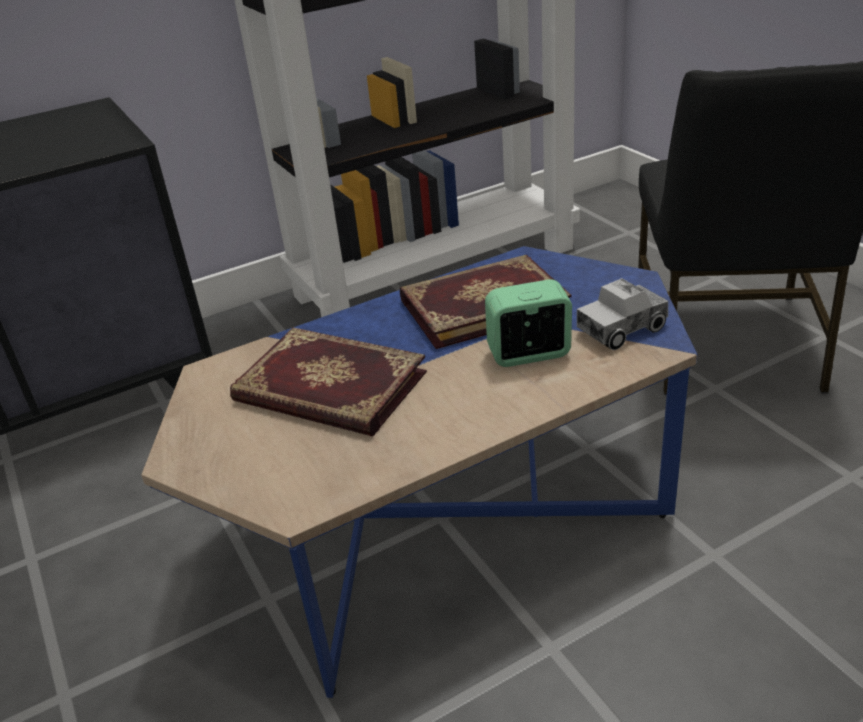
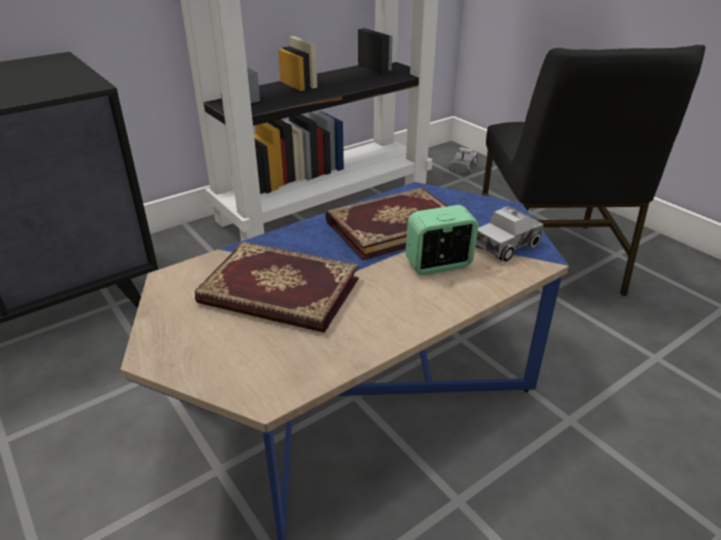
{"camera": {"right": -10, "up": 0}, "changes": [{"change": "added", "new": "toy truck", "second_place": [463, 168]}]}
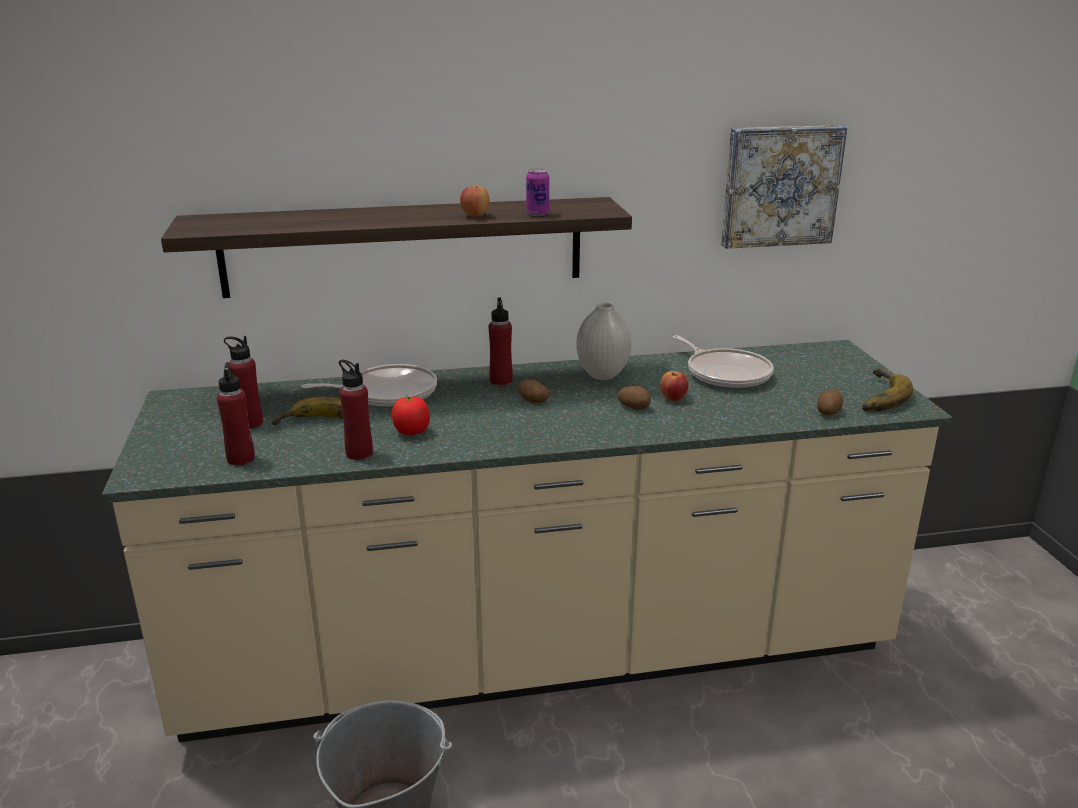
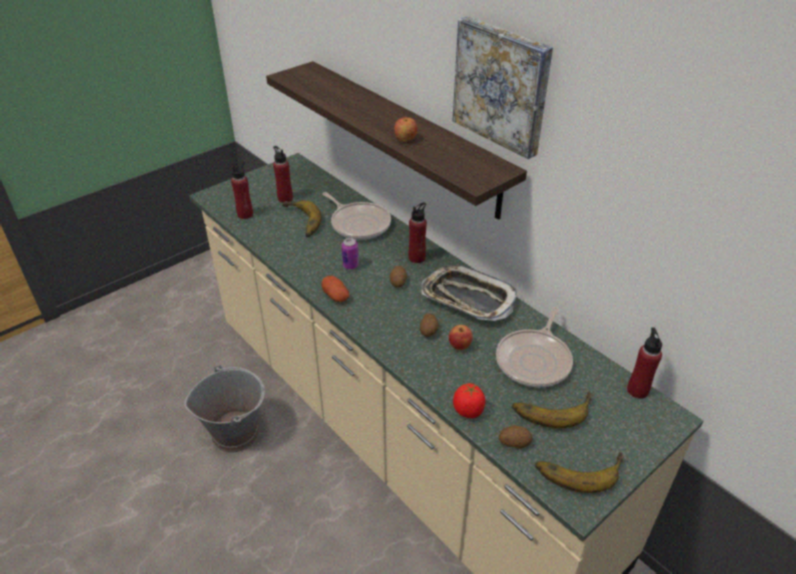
{"camera": {"right": 60, "up": 15}, "changes": [{"change": "moved", "old": "red-coloured bottle", "first_place": [359, 453], "second_place": [637, 390]}, {"change": "moved", "old": "fresh tomato", "first_place": [412, 432], "second_place": [468, 411]}, {"change": "moved", "old": "sealed can", "first_place": [537, 214], "second_place": [350, 265]}, {"change": "replaced", "old": "white-coloured flower vase", "new": "tray", "first_place": [602, 376], "second_place": [467, 298]}, {"change": "moved", "old": "picture", "first_place": [779, 185], "second_place": [502, 86]}, {"change": "added", "new": "whole potato", "second_place": [336, 296]}, {"change": "added", "new": "banana", "second_place": [551, 408]}]}
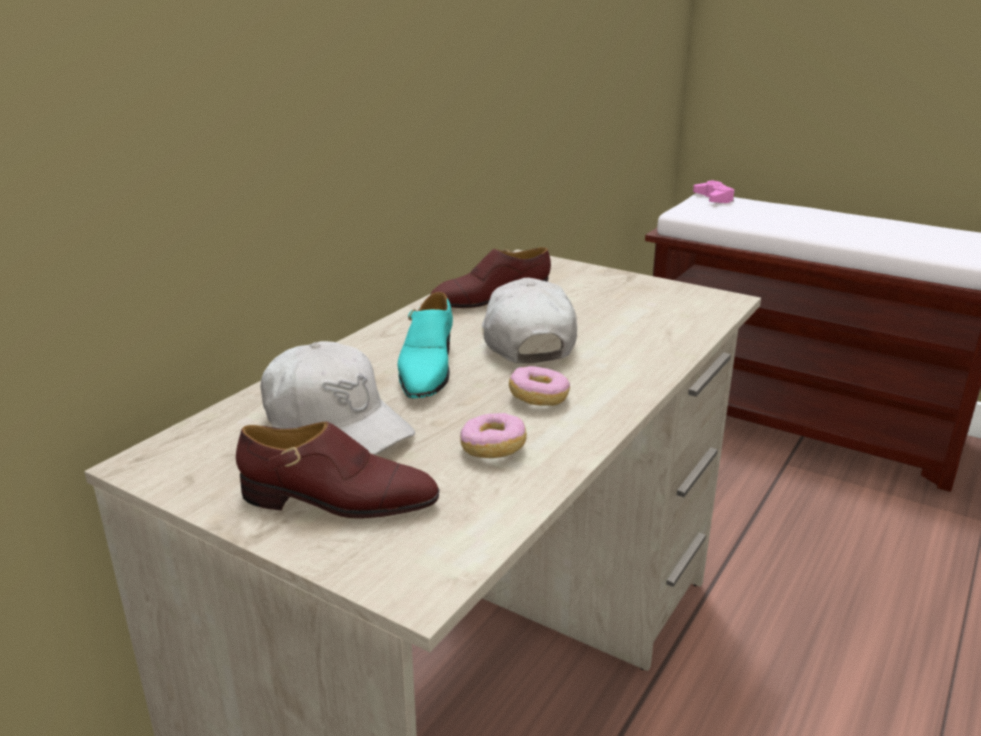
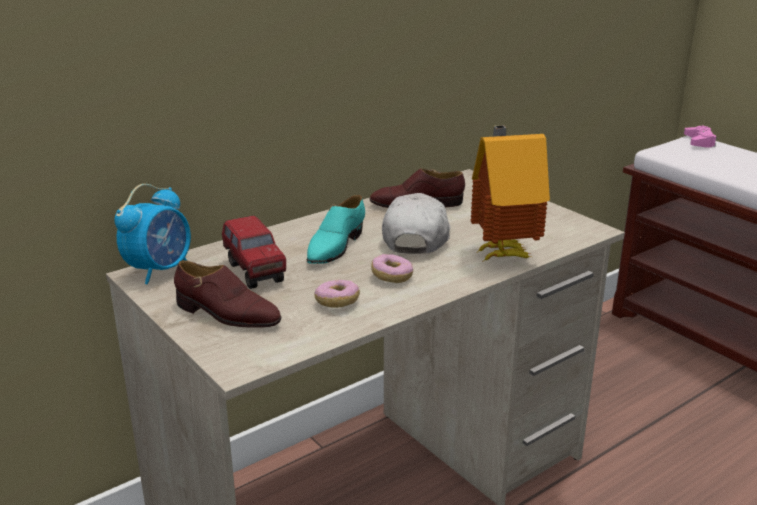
{"camera": {"right": 20, "up": 0}, "changes": [{"change": "replaced", "old": "white-coloured peaked cap", "new": "toy truck", "first_place": [336, 425], "second_place": [255, 272]}, {"change": "added", "new": "alarm clock", "second_place": [160, 270]}, {"change": "added", "new": "model house", "second_place": [502, 253]}]}
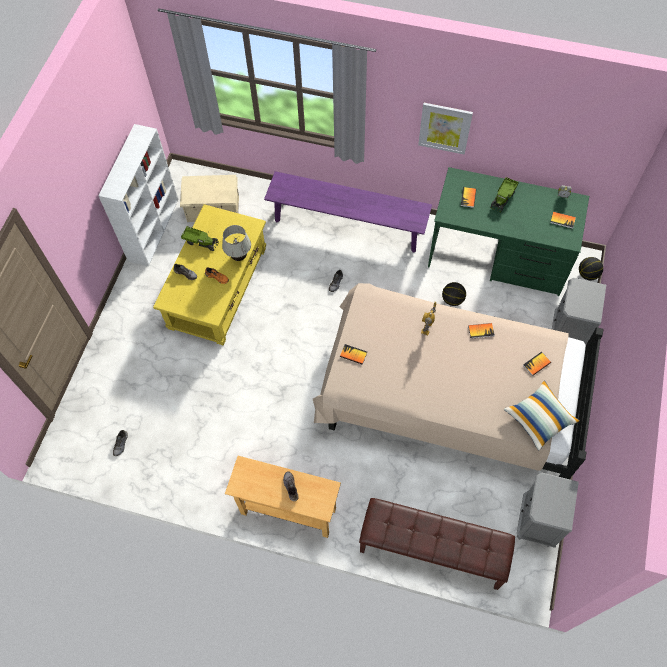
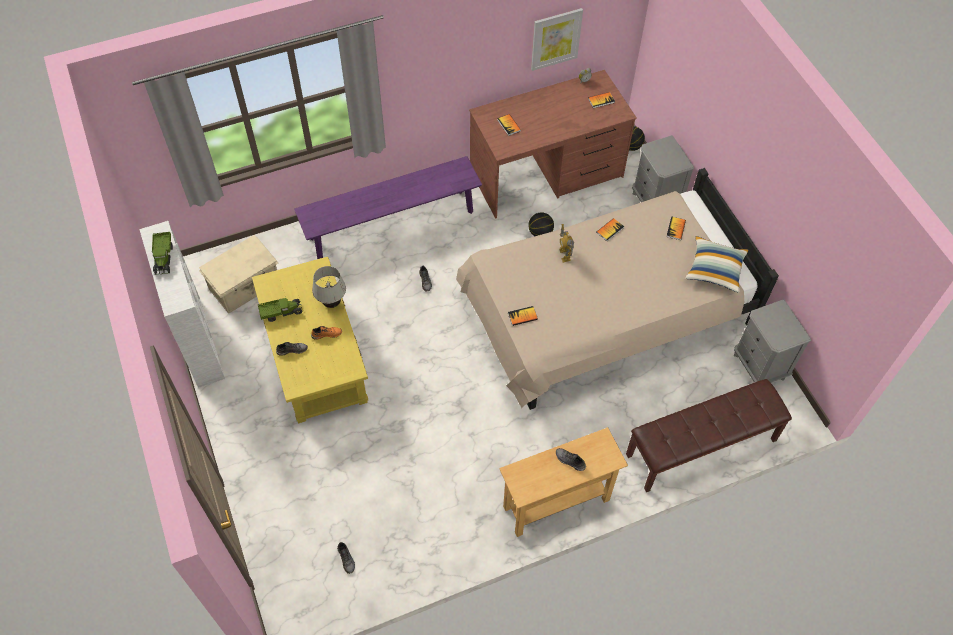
{"camera": {"right": -40, "up": -5}, "changes": [{"change": "moved", "old": "picture", "first_place": [444, 128], "second_place": [555, 39]}, {"change": "recoloured", "old": "green desk", "new": "brown-coloured desk", "first_place": [498, 256], "second_place": [547, 174]}, {"change": "moved", "old": "toy truck", "first_place": [503, 198], "second_place": [164, 257]}]}
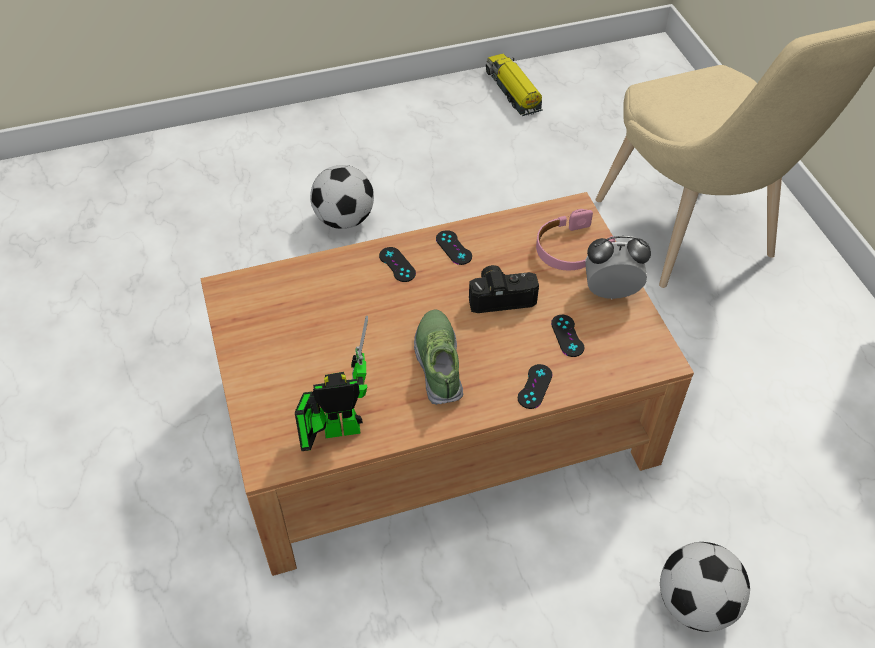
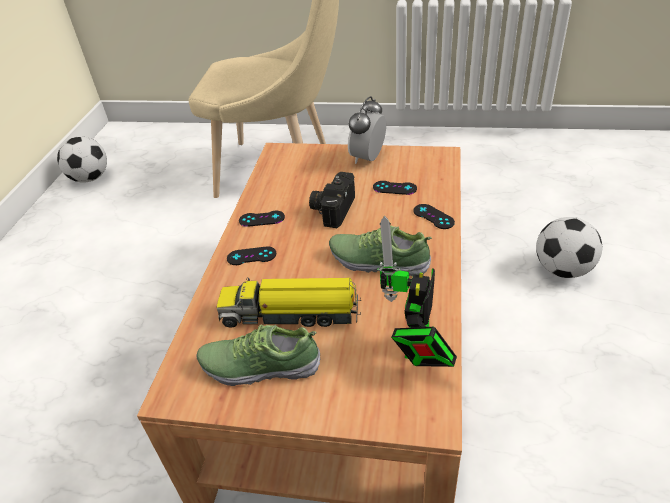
{"camera": {"right": -60, "up": -10}, "changes": [{"change": "moved", "old": "football ball", "first_place": [344, 219], "second_place": [90, 178]}, {"change": "moved", "old": "toy truck", "first_place": [513, 92], "second_place": [291, 313]}, {"change": "removed", "old": "pink-coloured headset", "first_place": [570, 249]}, {"change": "added", "new": "low shoe", "second_place": [260, 365]}]}
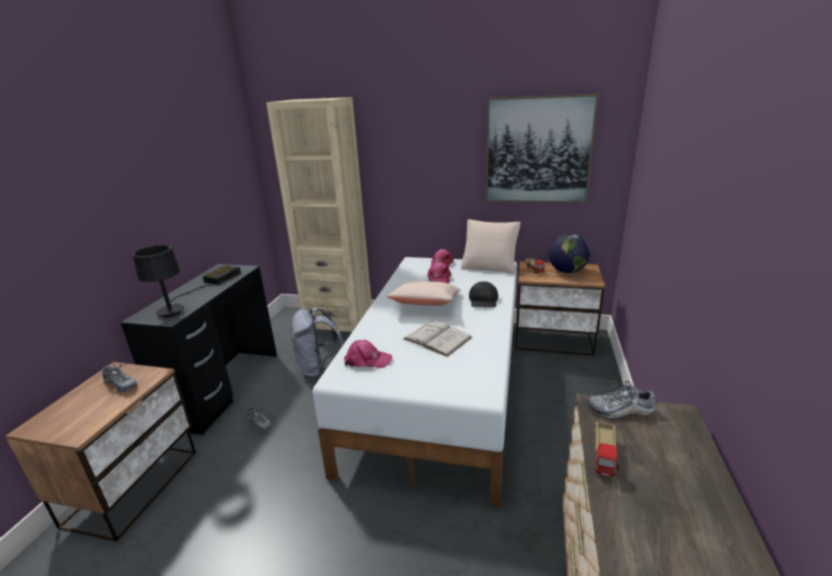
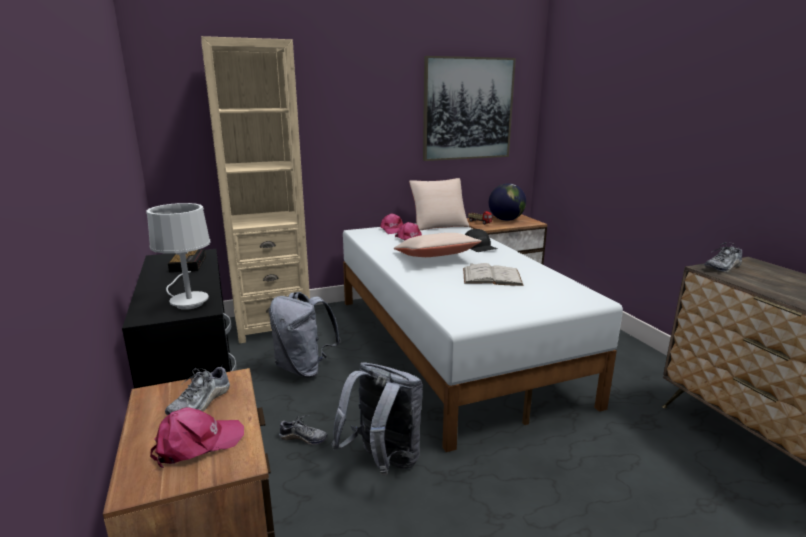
{"camera": {"right": -35, "up": -5}, "changes": [{"change": "turned", "old": "low shoe", "first_place": [121, 385], "second_place": [201, 402], "degrees": 120}, {"change": "recoloured", "old": "black lamp for a table", "new": "white-coloured lamp for a table", "first_place": [174, 310], "second_place": [186, 301]}, {"change": "moved", "old": "pink-coloured peaked cap", "first_place": [367, 360], "second_place": [197, 443]}, {"change": "removed", "old": "toy truck", "first_place": [604, 456]}, {"change": "added", "new": "grey backpack", "second_place": [383, 462]}]}
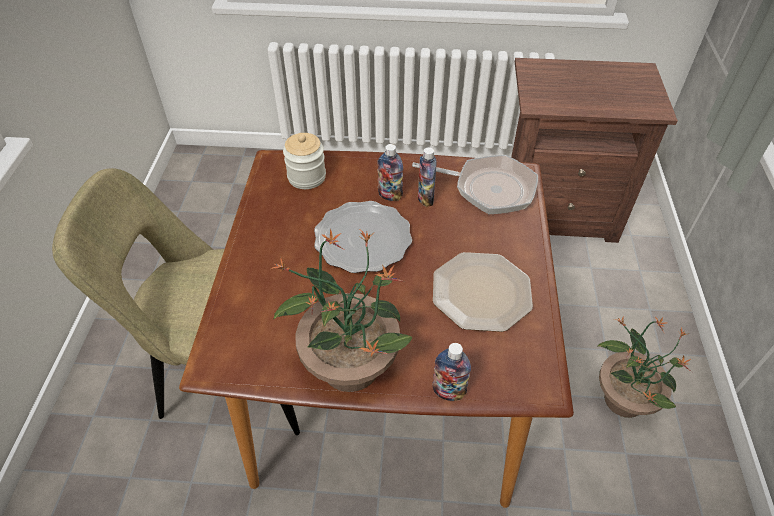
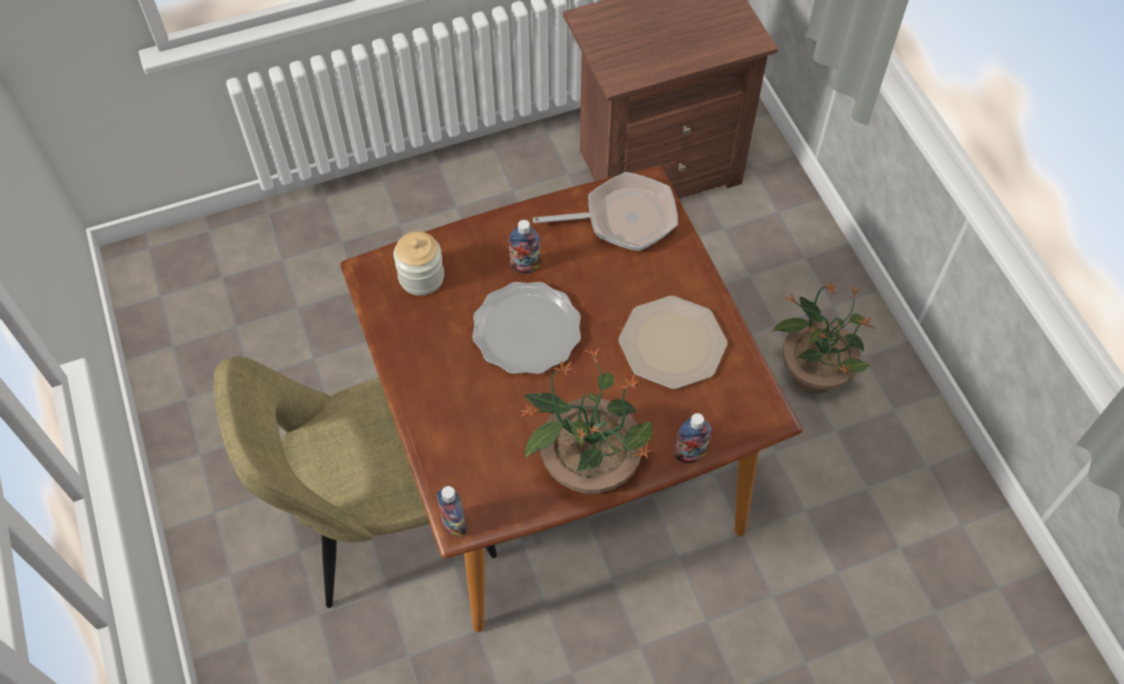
{"camera": {"right": -25, "up": 10}, "changes": [{"change": "moved", "old": "bottle", "first_place": [425, 199], "second_place": [454, 525]}]}
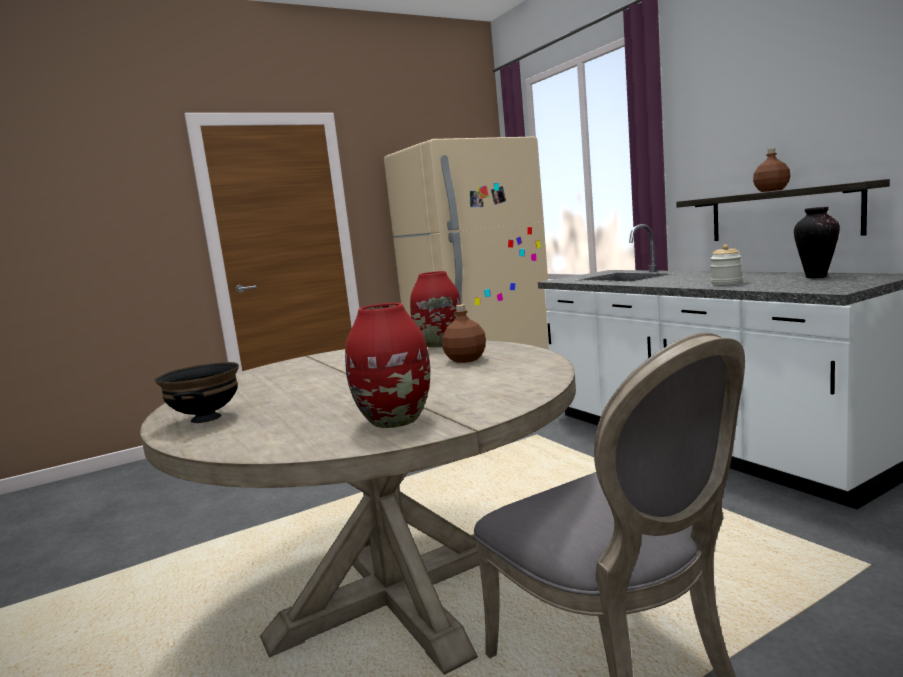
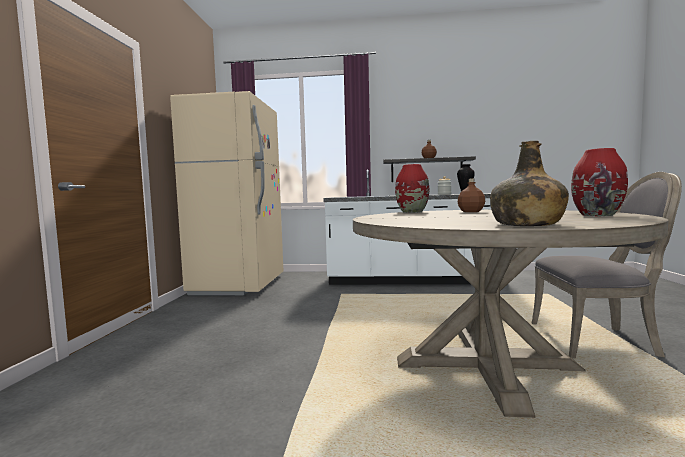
{"camera": {"right": -55, "up": -5}, "changes": [{"change": "replaced", "old": "black deep dish", "new": "green bottle", "first_place": [205, 418], "second_place": [526, 224]}]}
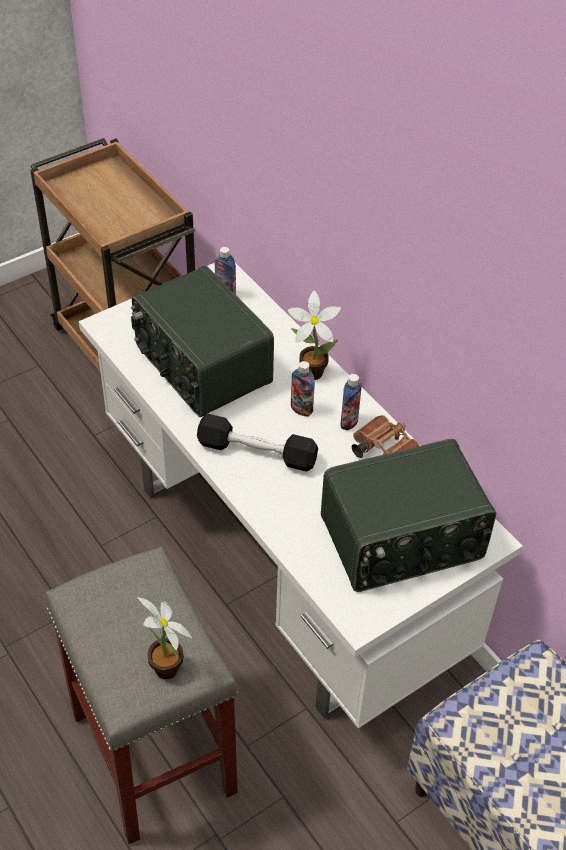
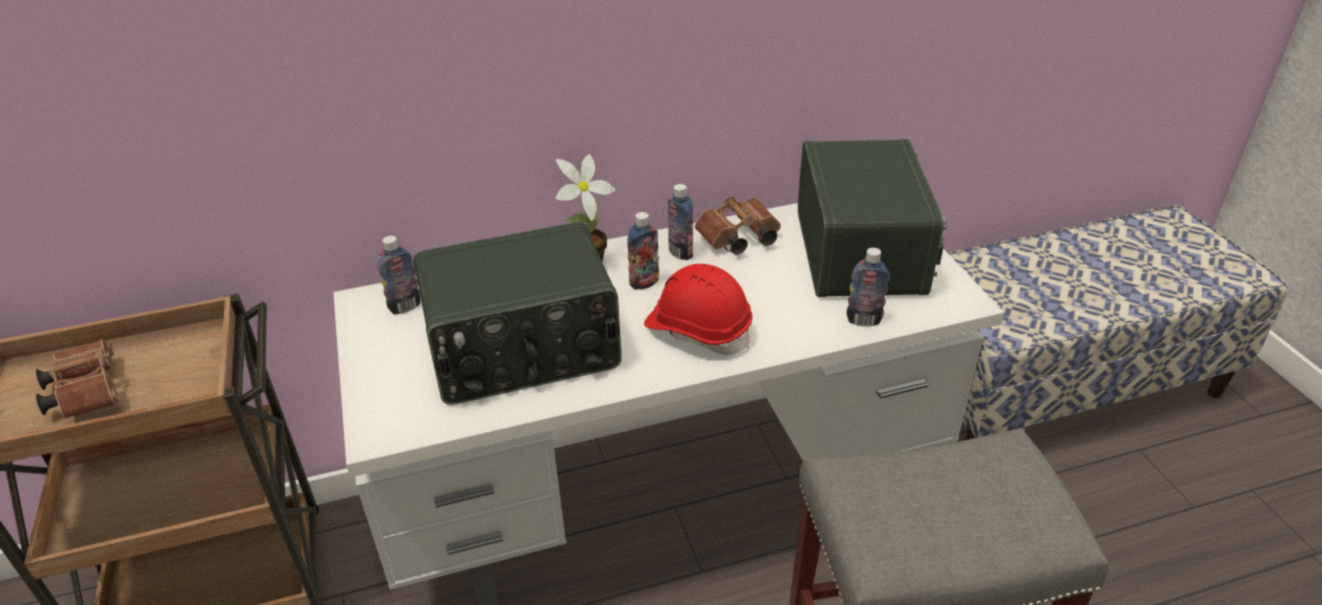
{"camera": {"right": -70, "up": -10}, "changes": [{"change": "removed", "old": "potted plant", "first_place": [167, 673]}, {"change": "replaced", "old": "black free weight", "new": "red-coloured work helmet", "first_place": [256, 452], "second_place": [698, 330]}, {"change": "added", "new": "brown-coloured pair of binoculars", "second_place": [87, 391]}, {"change": "added", "new": "bottle", "second_place": [863, 320]}]}
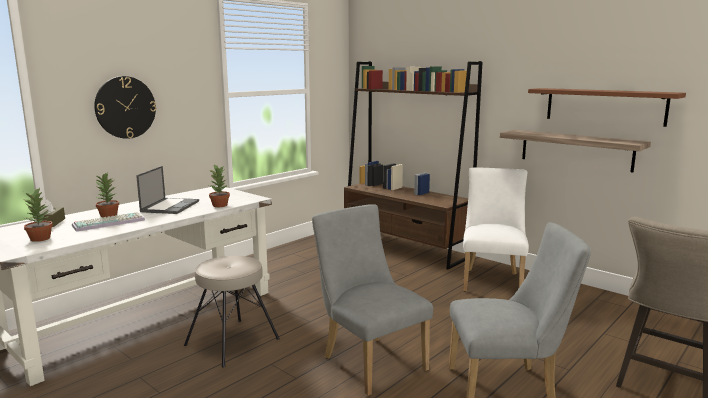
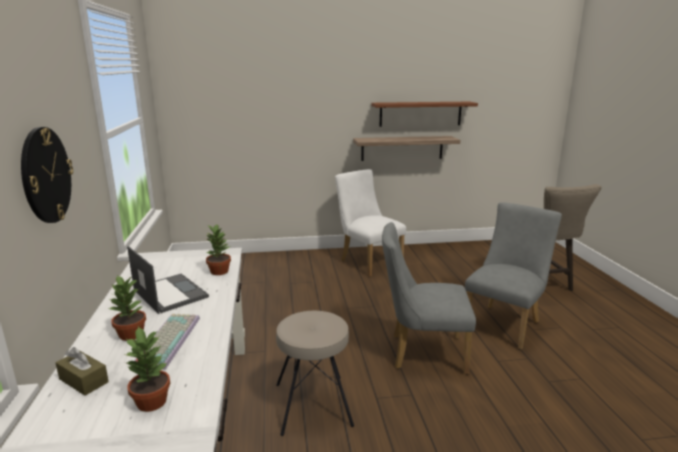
{"camera": {"right": -50, "up": 5}, "changes": [{"change": "removed", "old": "brown-coloured bookcase", "first_place": [405, 248]}]}
